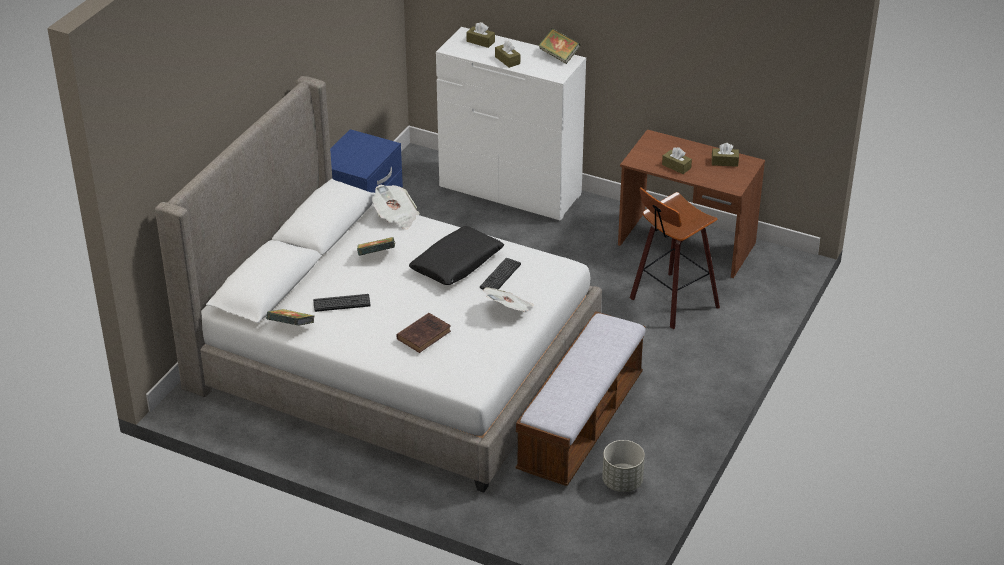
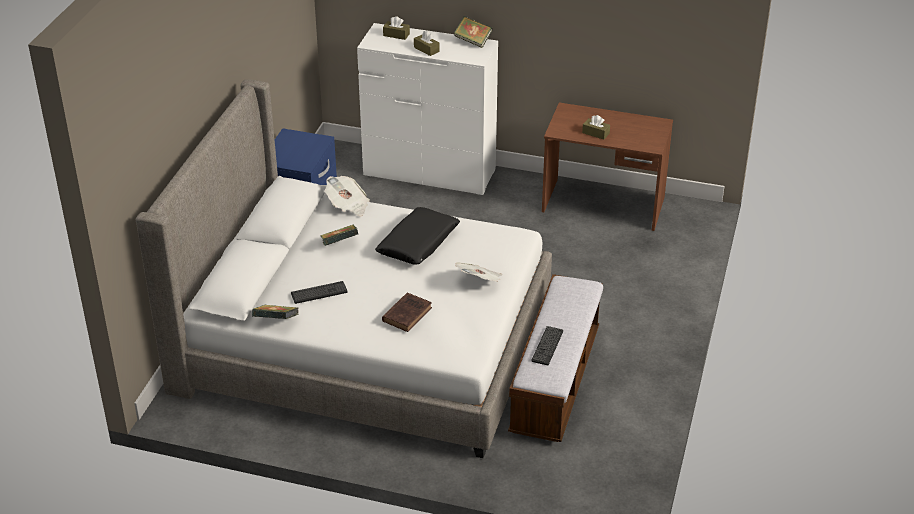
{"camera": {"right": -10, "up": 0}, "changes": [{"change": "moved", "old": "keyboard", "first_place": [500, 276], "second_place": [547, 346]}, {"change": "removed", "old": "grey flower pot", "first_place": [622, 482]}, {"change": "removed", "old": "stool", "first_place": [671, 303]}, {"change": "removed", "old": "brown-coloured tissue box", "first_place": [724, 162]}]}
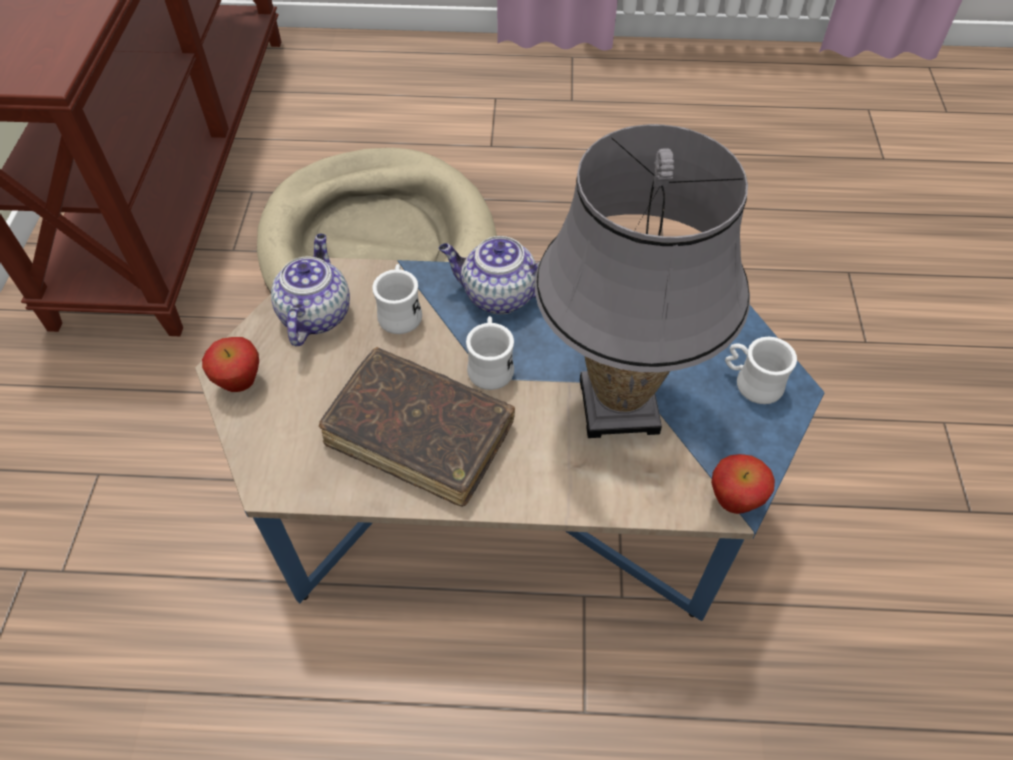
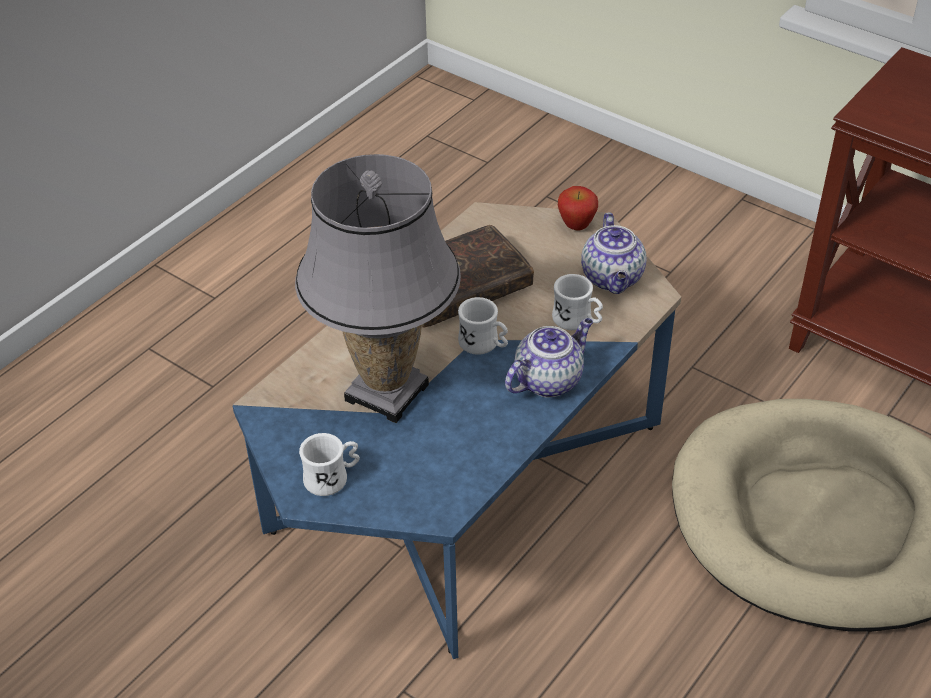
{"camera": {"right": 125, "up": -10}, "changes": [{"change": "turned", "old": "tea pot", "first_place": [315, 314], "second_place": [613, 279], "degrees": 45}, {"change": "removed", "old": "apple fruit", "first_place": [733, 502]}]}
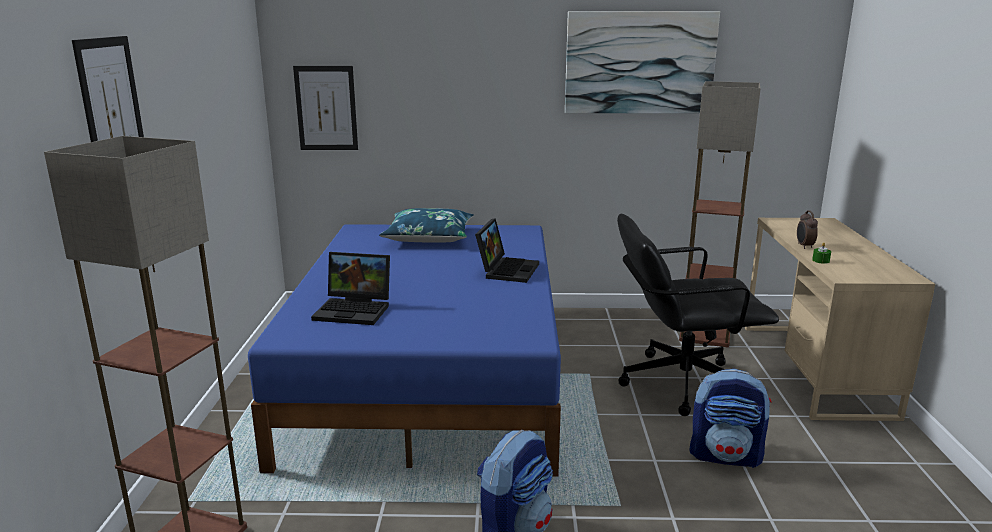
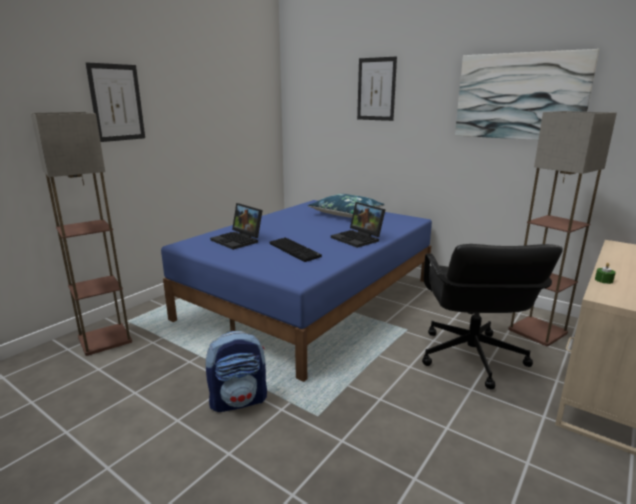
{"camera": {"right": 35, "up": 0}, "changes": [{"change": "moved", "old": "picture", "first_place": [326, 108], "second_place": [376, 89]}, {"change": "turned", "old": "notebook computer", "first_place": [507, 270], "second_place": [358, 239], "degrees": 90}, {"change": "turned", "old": "black office chair", "first_place": [681, 383], "second_place": [470, 357], "degrees": -120}, {"change": "removed", "old": "backpack", "first_place": [726, 456]}, {"change": "removed", "old": "alarm clock", "first_place": [804, 246]}, {"change": "added", "new": "keyboard", "second_place": [295, 250]}]}
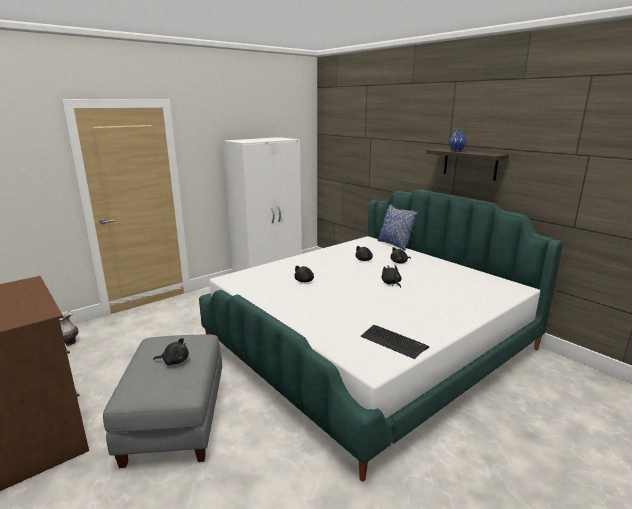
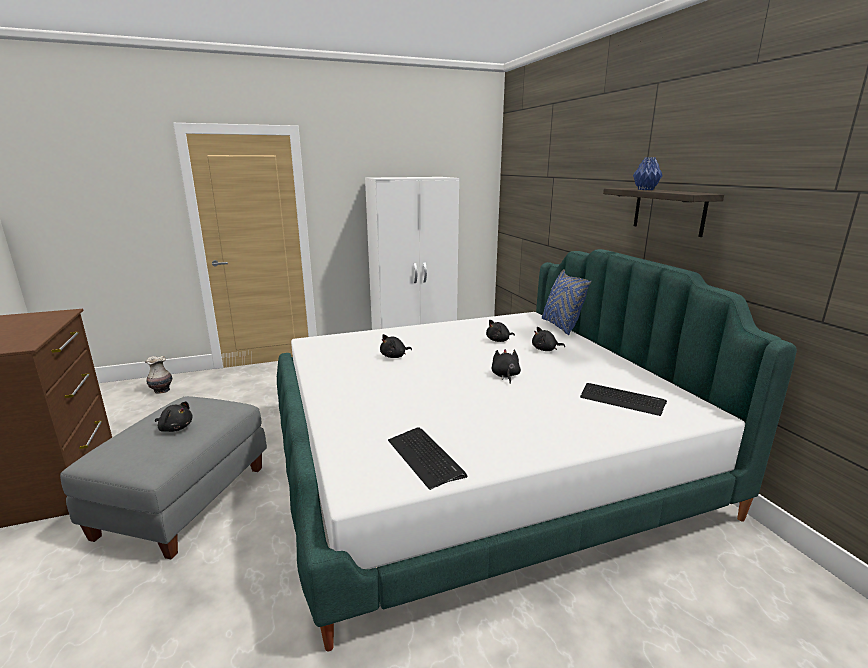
{"camera": {"right": 20, "up": 0}, "changes": [{"change": "added", "new": "keyboard", "second_place": [622, 400]}]}
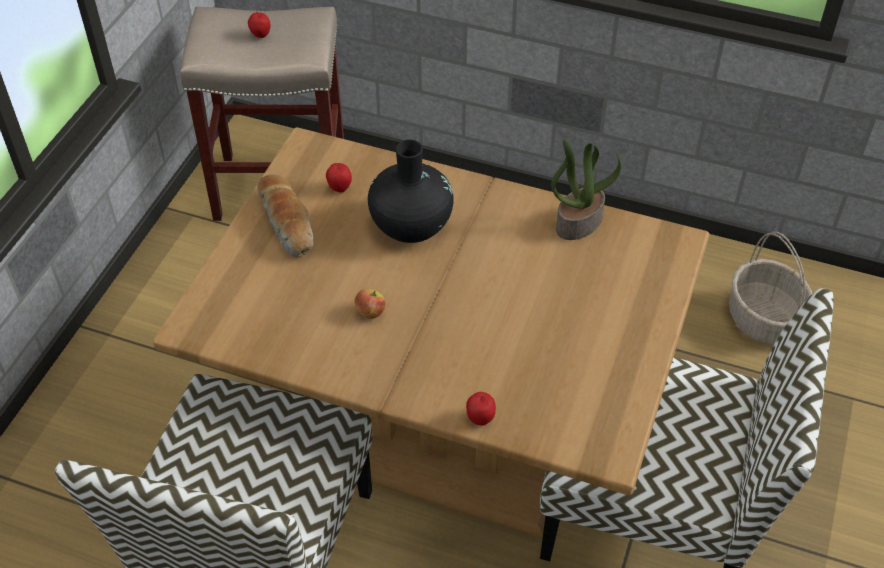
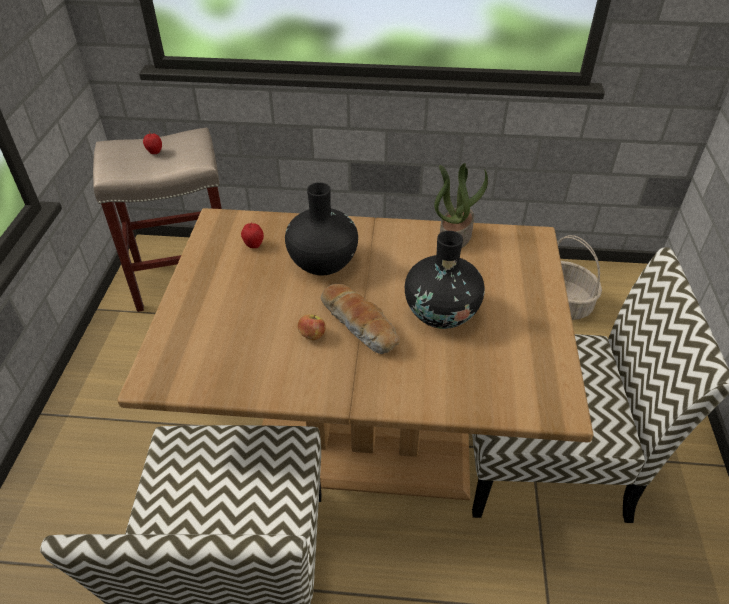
{"camera": {"right": -15, "up": -5}, "changes": [{"change": "moved", "old": "baked bread", "first_place": [288, 223], "second_place": [360, 325]}, {"change": "removed", "old": "apple fruit", "first_place": [480, 419]}, {"change": "added", "new": "black flower vase", "second_place": [441, 313]}]}
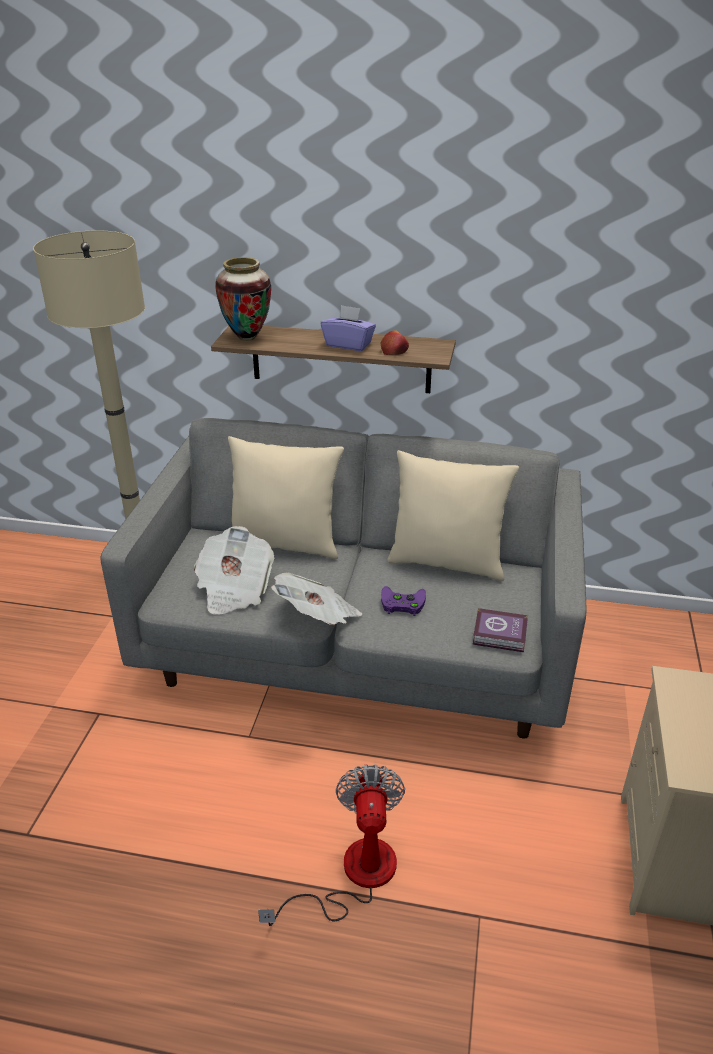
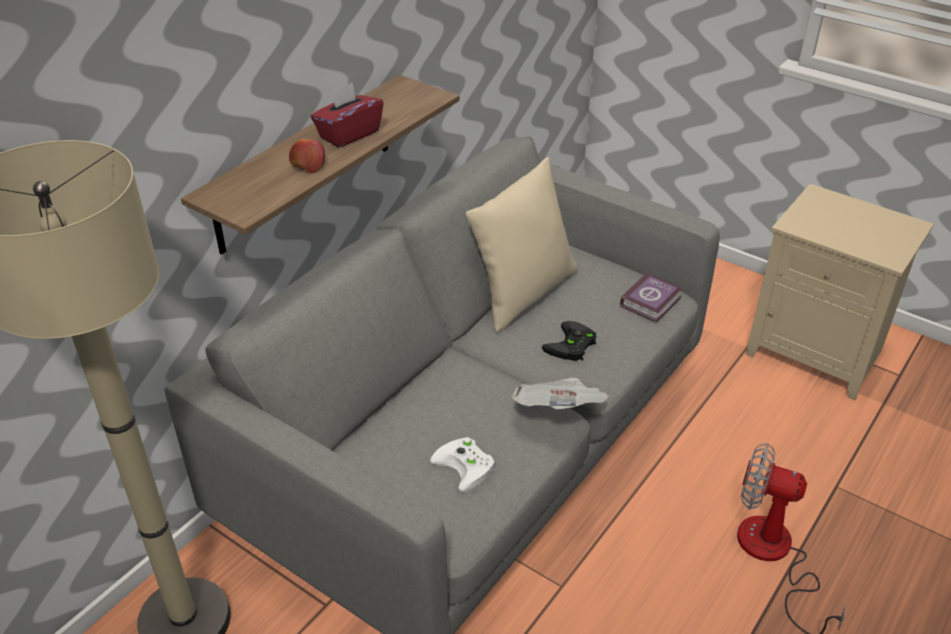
{"camera": {"right": -65, "up": 5}, "changes": [{"change": "replaced", "old": "newspaper", "new": "white-coloured gamepad", "first_place": [234, 589], "second_place": [467, 466]}, {"change": "removed", "old": "flower vase", "first_place": [247, 337]}, {"change": "removed", "old": "sand-coloured pillow", "first_place": [285, 543]}, {"change": "recoloured", "old": "purple-coloured tissue box", "new": "red-coloured tissue box", "first_place": [348, 344], "second_place": [349, 134]}, {"change": "moved", "old": "apple fruit", "first_place": [394, 350], "second_place": [308, 164]}, {"change": "recoloured", "old": "purple-coloured gamepad", "new": "black gamepad", "first_place": [401, 604], "second_place": [571, 346]}]}
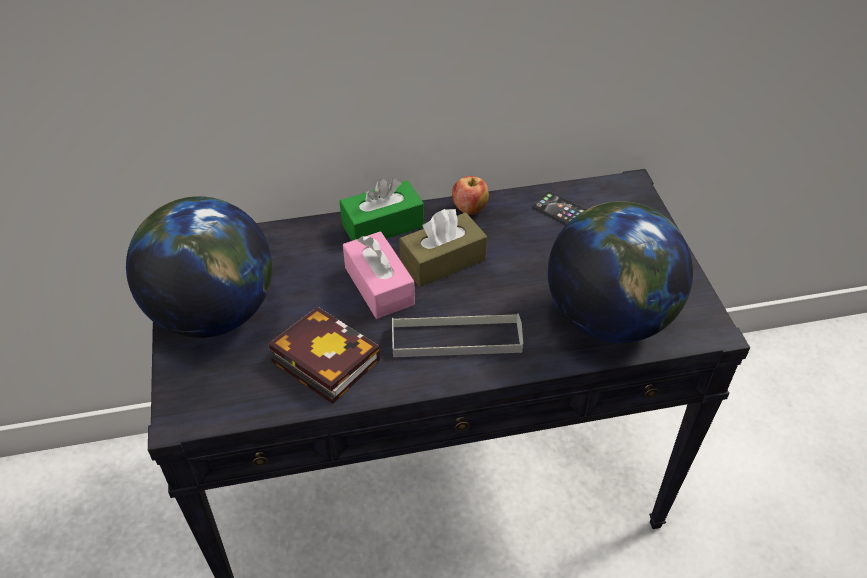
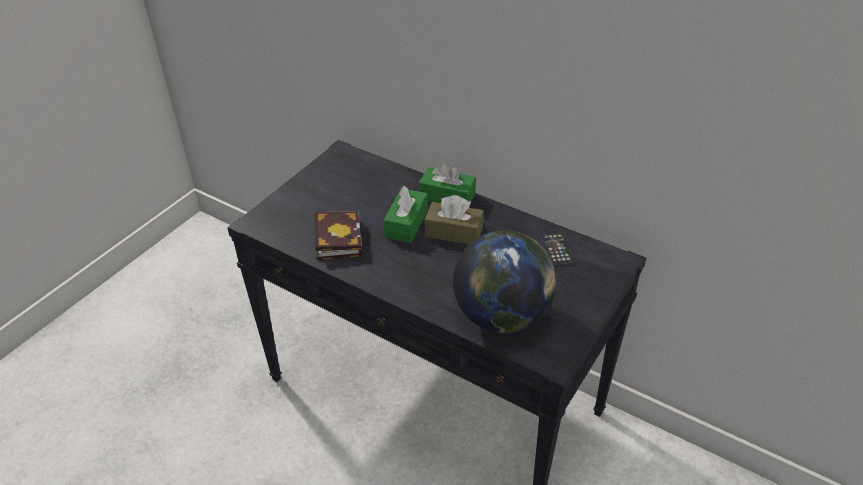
{"camera": {"right": 45, "up": -5}, "changes": [{"change": "removed", "old": "globe", "first_place": [213, 312]}, {"change": "recoloured", "old": "pink-coloured tissue box", "new": "green tissue box", "first_place": [379, 286], "second_place": [406, 224]}, {"change": "removed", "old": "grey tray", "first_place": [456, 339]}, {"change": "removed", "old": "apple fruit", "first_place": [469, 209]}]}
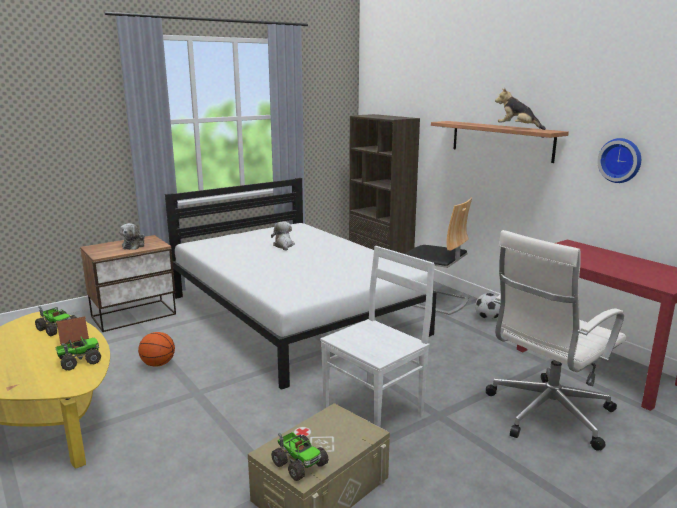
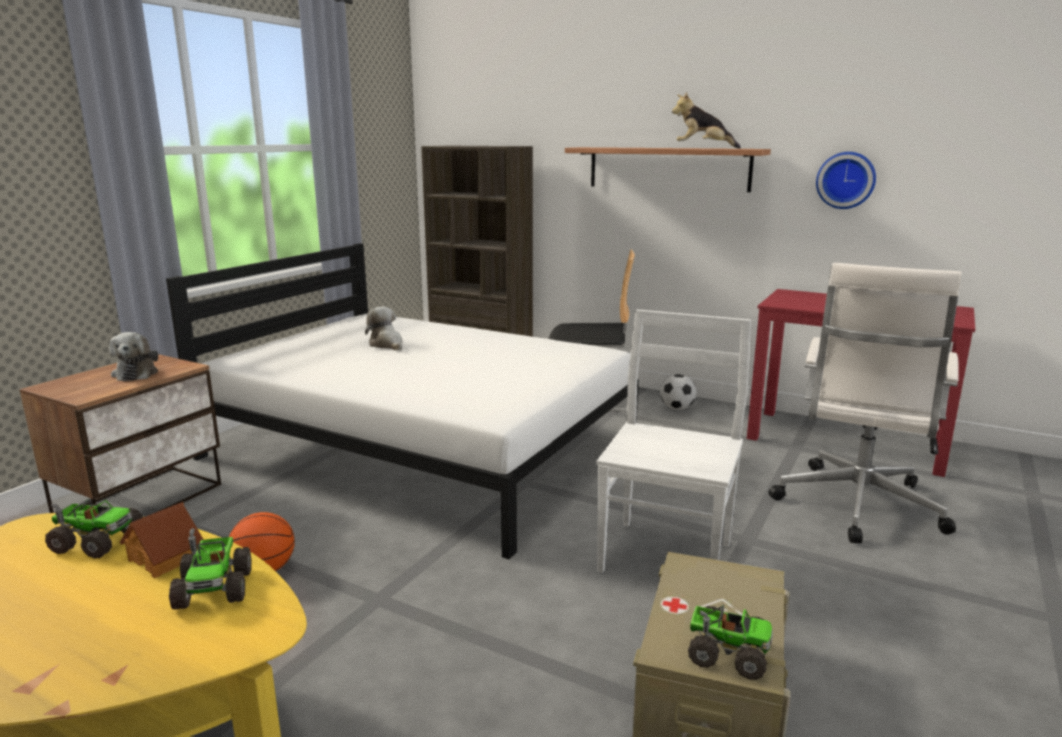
{"camera": {"right": -25, "up": 0}, "changes": [{"change": "turned", "old": "toy truck", "first_place": [79, 361], "second_place": [215, 588], "degrees": 135}]}
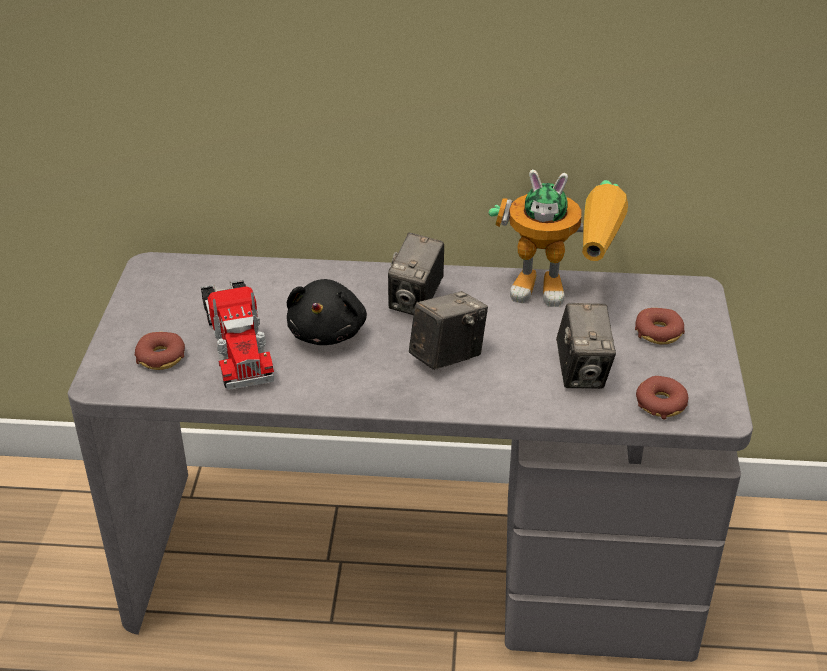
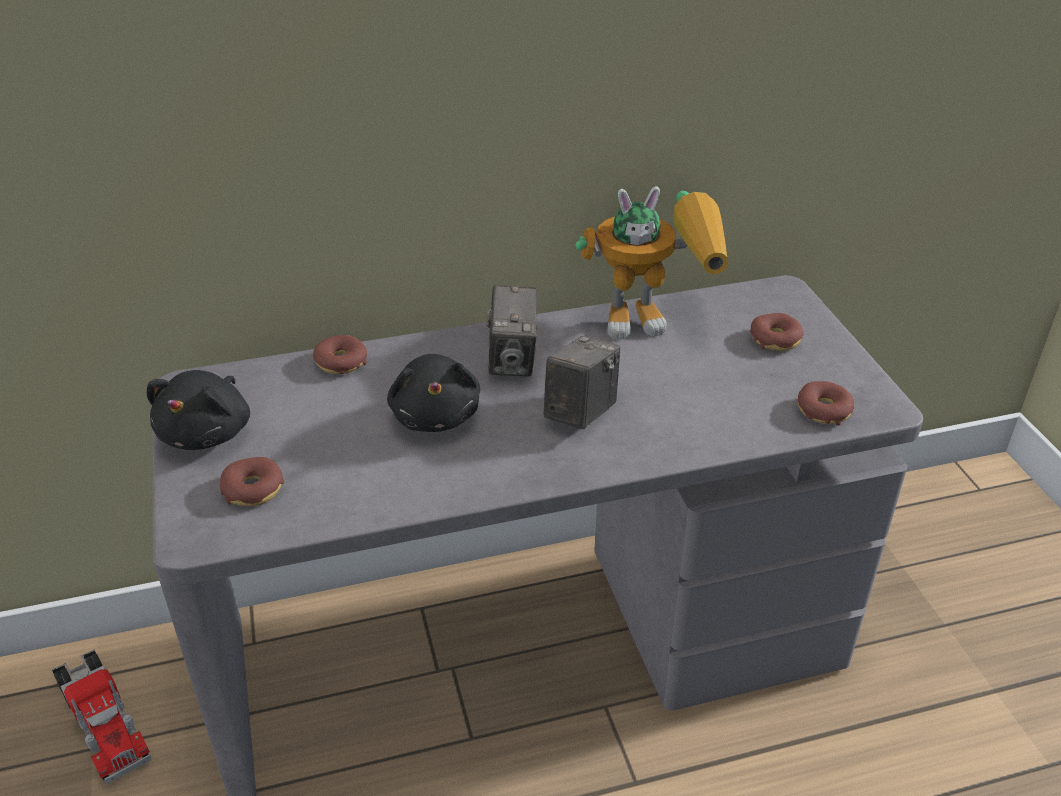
{"camera": {"right": -20, "up": 0}, "changes": [{"change": "moved", "old": "toy truck", "first_place": [236, 342], "second_place": [102, 720]}, {"change": "removed", "old": "still camera", "first_place": [582, 372]}, {"change": "added", "new": "black soft toy", "second_place": [208, 432]}, {"change": "added", "new": "doughnut", "second_place": [341, 362]}]}
